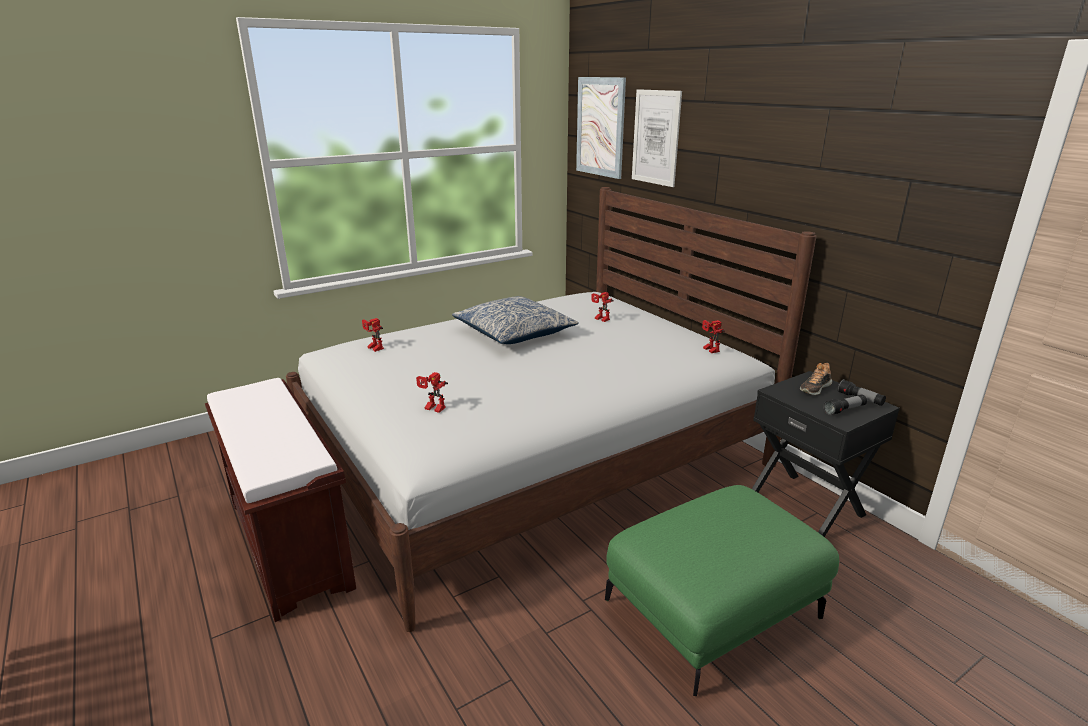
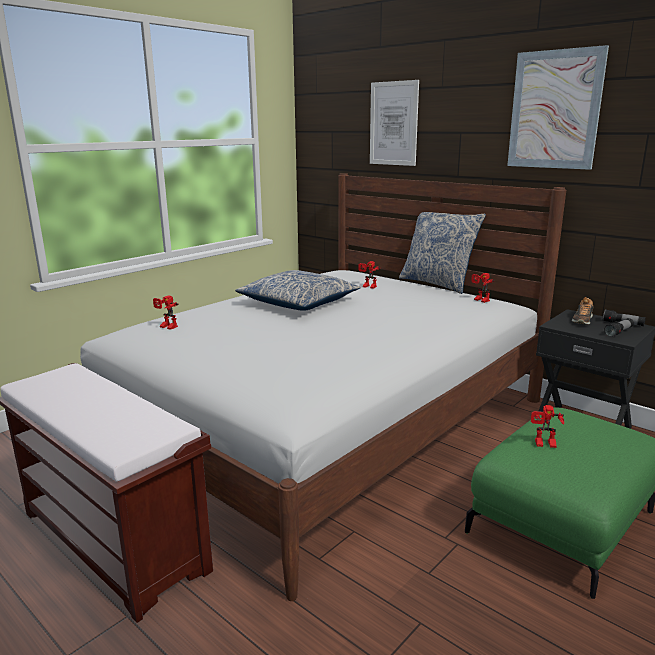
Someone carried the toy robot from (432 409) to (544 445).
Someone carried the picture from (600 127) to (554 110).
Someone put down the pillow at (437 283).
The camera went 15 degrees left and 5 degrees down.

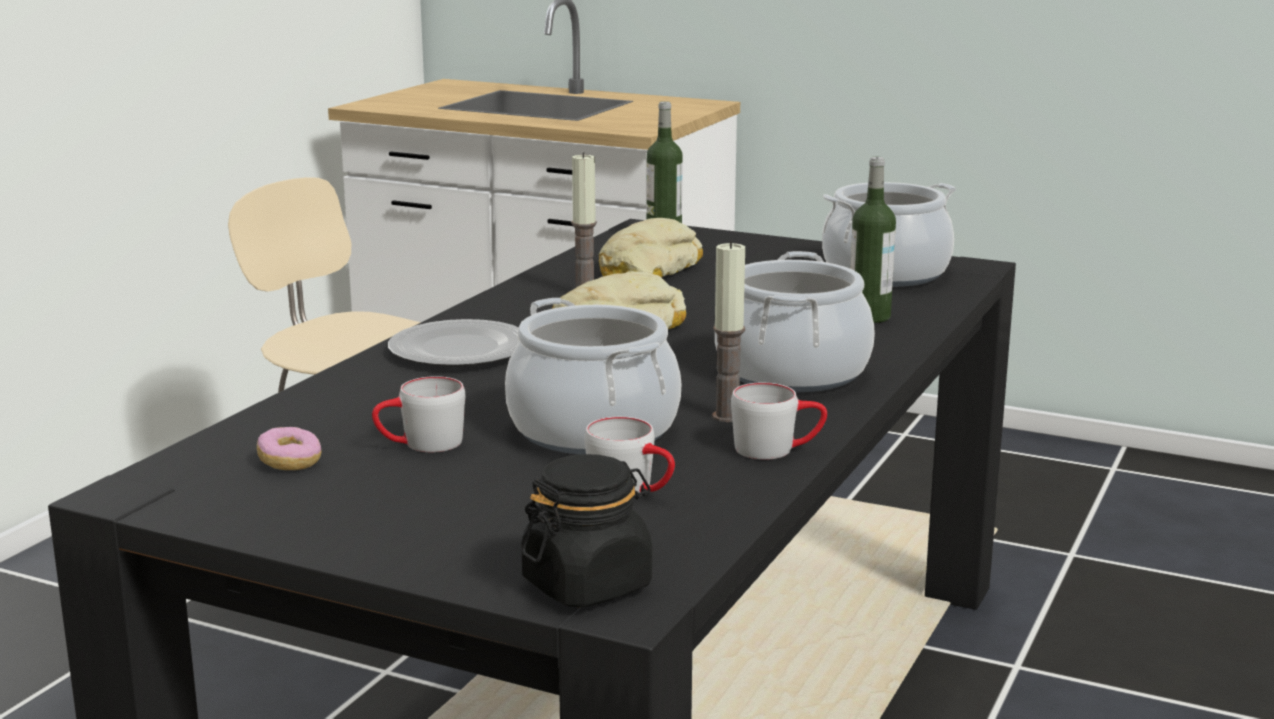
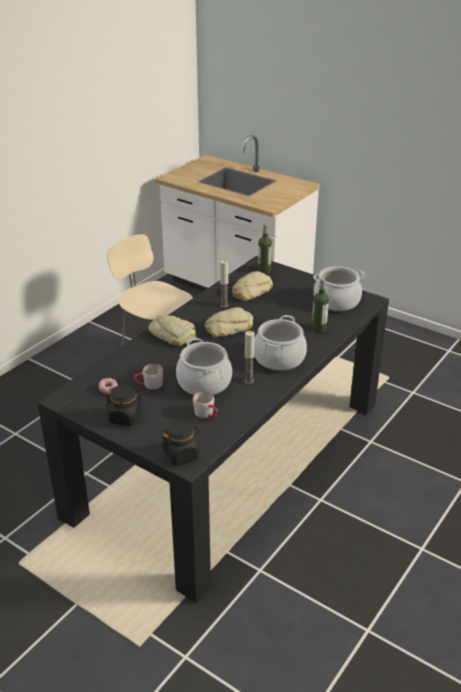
Someone swapped the plate at (460 349) for the bread at (173 335).
Someone took away the mug/grey at (777 449).
Someone put down the jar/black at (125 417).
The camera went 10 degrees right and 15 degrees up.

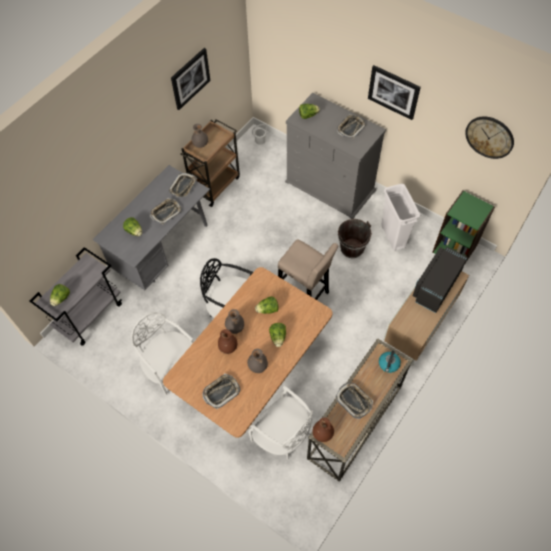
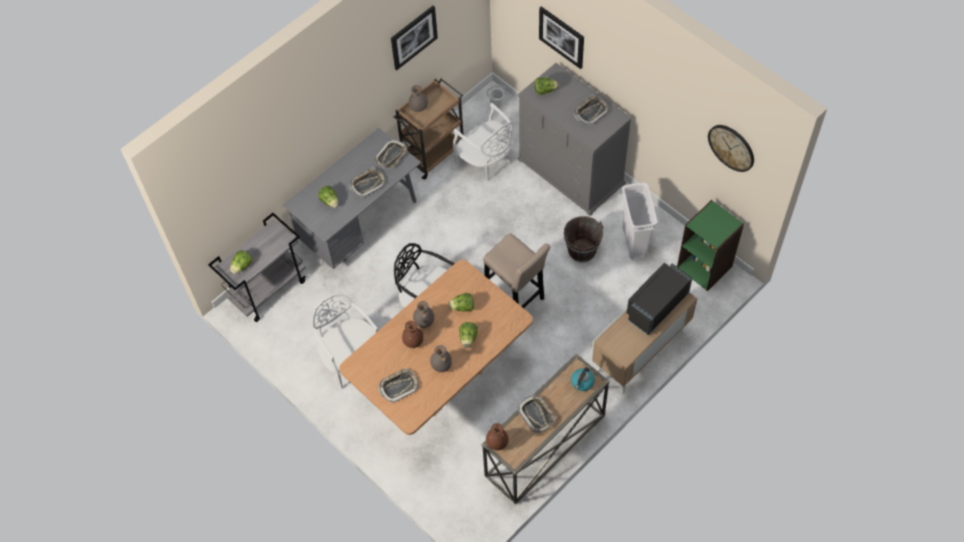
Someone carried the chair/white from (282 435) to (486 161).
Someone carried the picture from (393 92) to (562 37).
The camera went 10 degrees right and 0 degrees up.

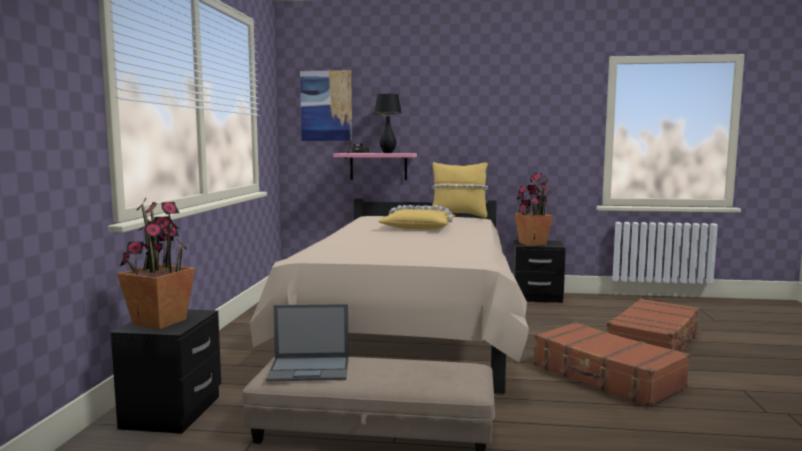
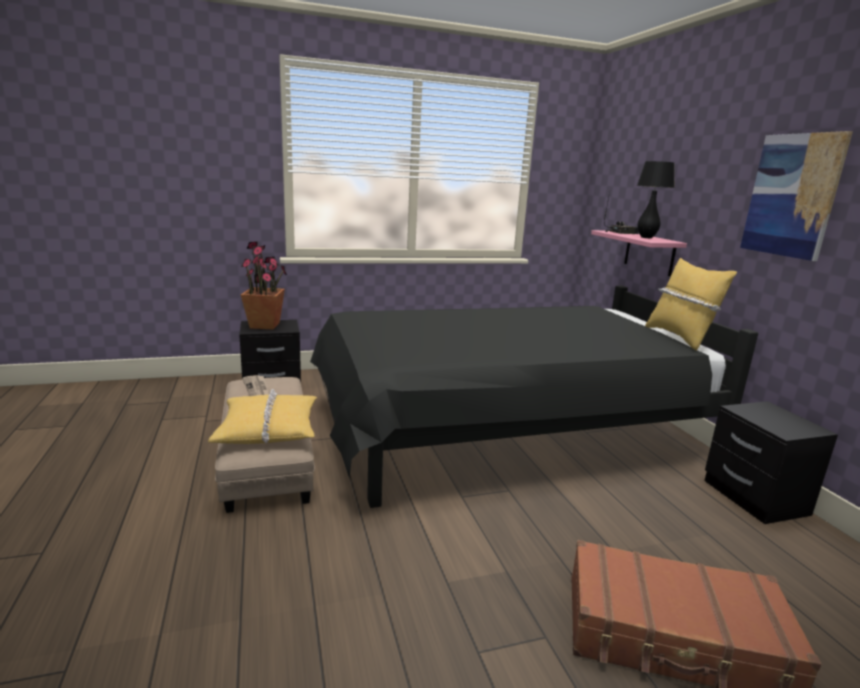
Someone repainted the bed/beige at (409 330), which became the bed/black at (504 431).
Someone swapped the laptop at (310 369) for the newspaper at (257 389).
Someone carried the picture from (326 106) to (792 195).
Someone carried the pillow/yellow from (419 227) to (268 428).
Someone took away the potted plant at (532 243).
Someone took away the suitcase/brown at (606 377).
The camera went 65 degrees right and 10 degrees up.

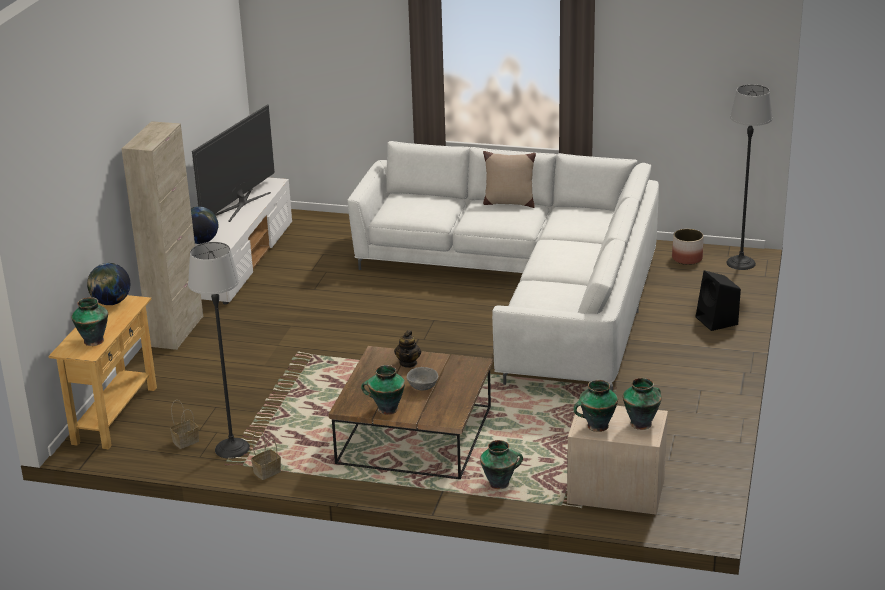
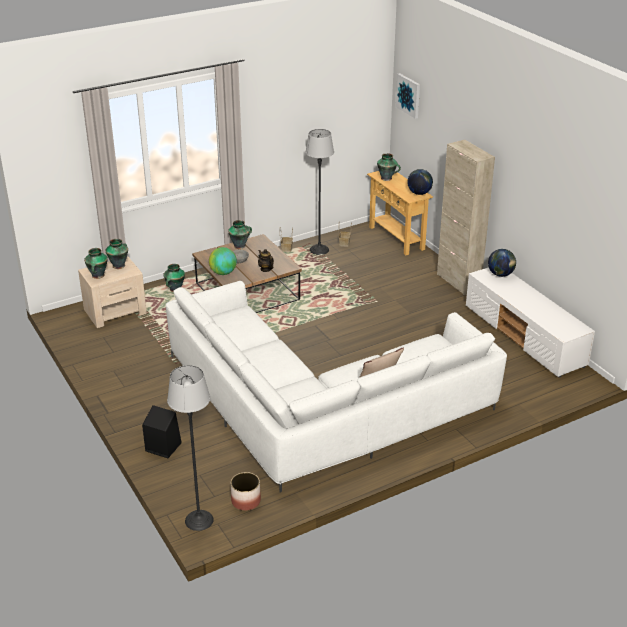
Someone took away the television at (240 204).
Someone put down the globe at (223 273).
Someone put up the picture at (408 95).
The camera went 135 degrees right and 5 degrees up.

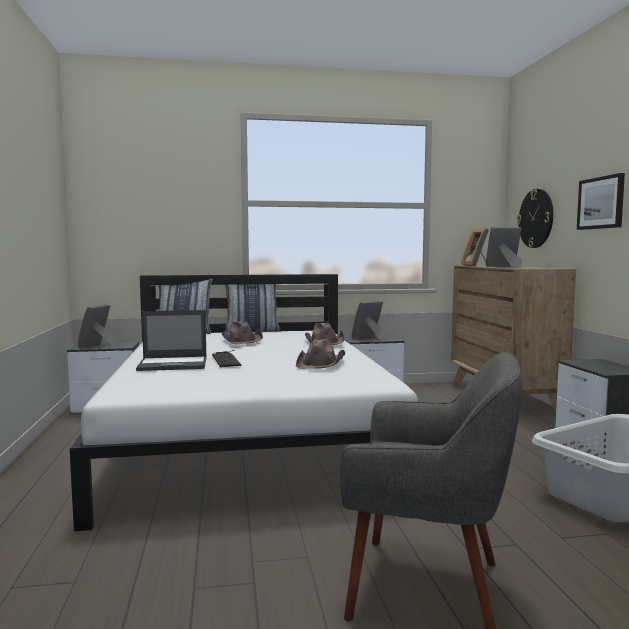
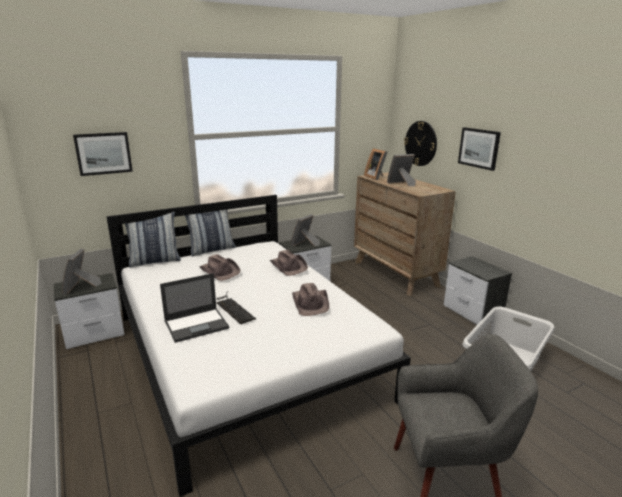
Someone put up the picture at (103 153).
The camera went 20 degrees left and 15 degrees up.

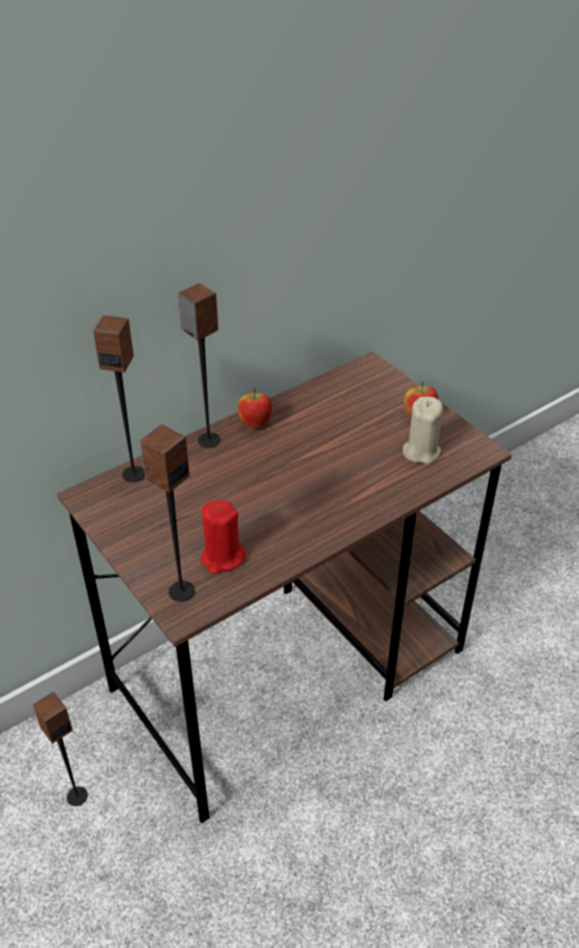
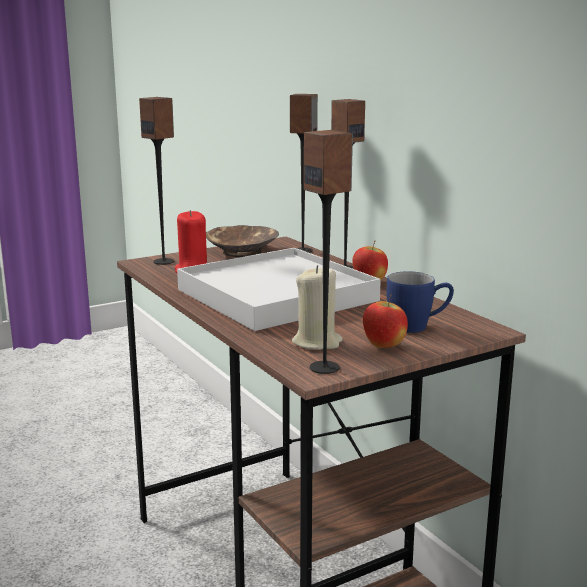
Someone carried the speaker from (77 796) to (325 367).
Someone put down the tray/white at (276 295).
Someone put down the bowl/brown at (242 251).
Someone put down the mug/blue at (418 326).
The camera went 95 degrees right and 25 degrees down.

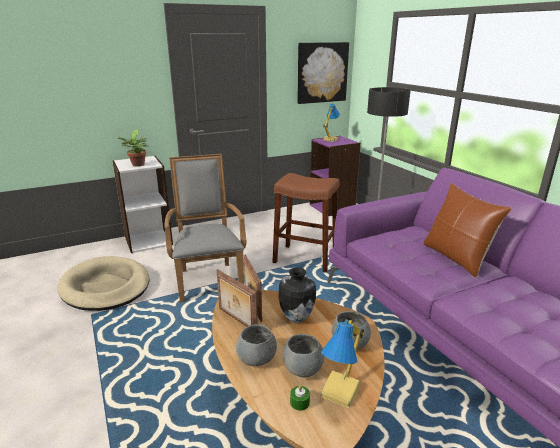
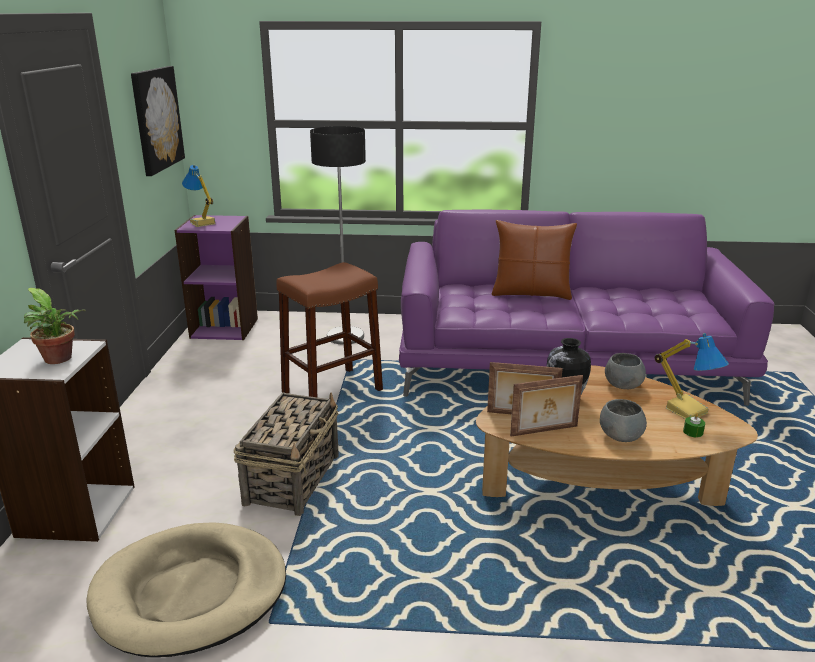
Someone swapped the armchair/grey at (208 279) for the basket at (293 478).
Someone took away the bowl/grey at (303 369).
The camera went 60 degrees left and 0 degrees up.

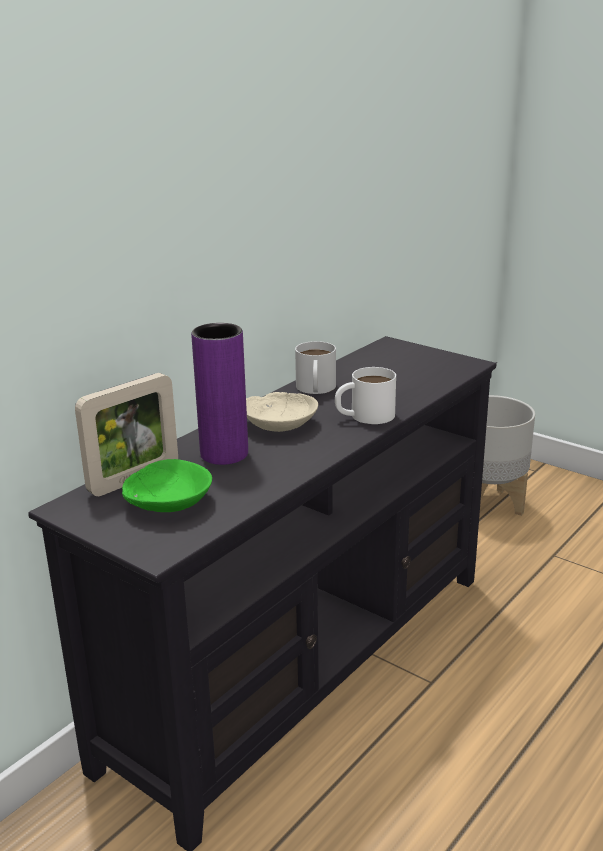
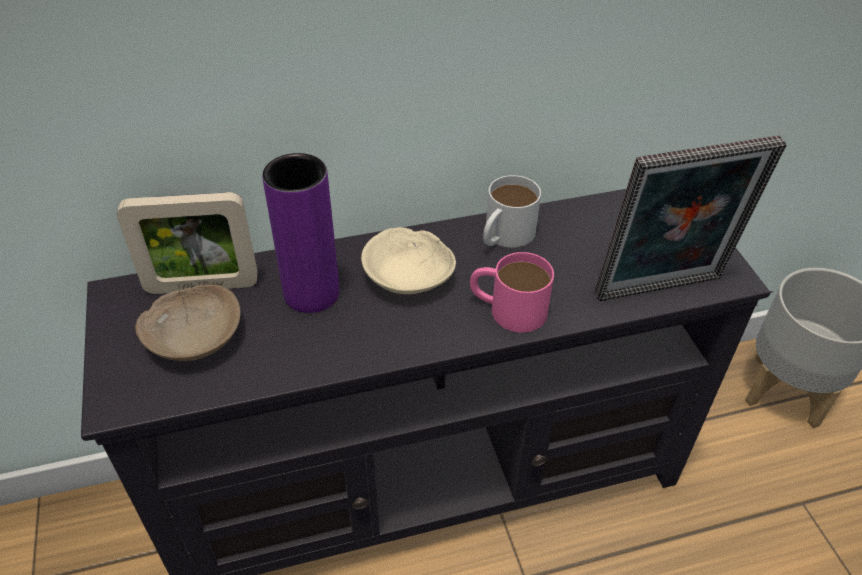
Someone repainted the bowl/green at (168 502), which became the bowl/beige at (193 337).
Someone repainted the mug/white at (364 416), which became the mug/pink at (507 308).
Someone put down the picture frame at (661 292).
The camera went 35 degrees right and 20 degrees up.

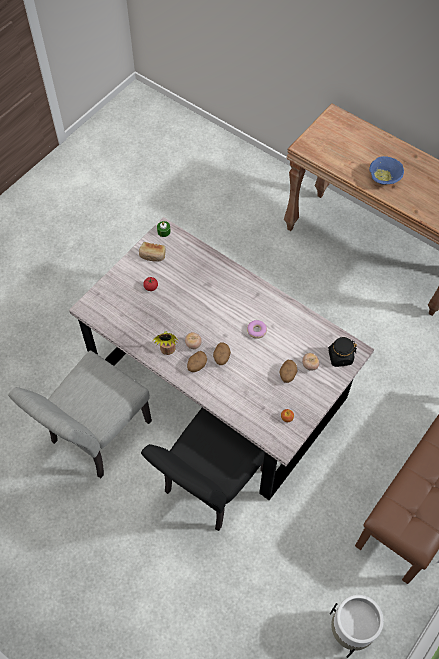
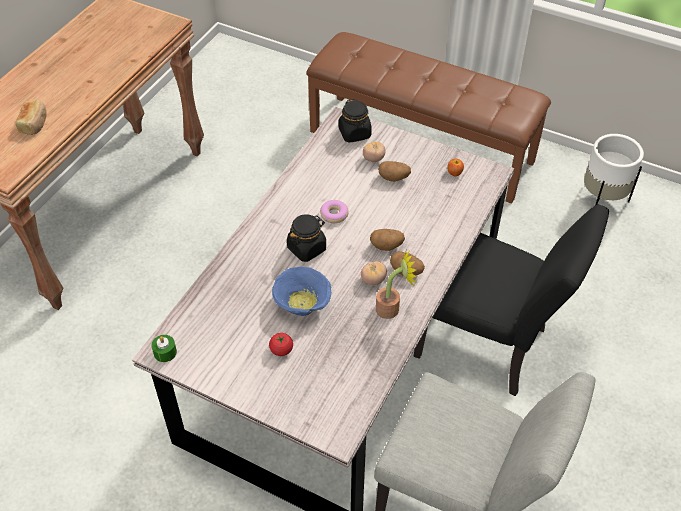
Someone carried the bread from (152 255) to (34 123).
Someone carried the bowl/blue from (384 179) to (303 303).
Someone put down the jar/black at (307 248).
The camera went 100 degrees left and 10 degrees down.

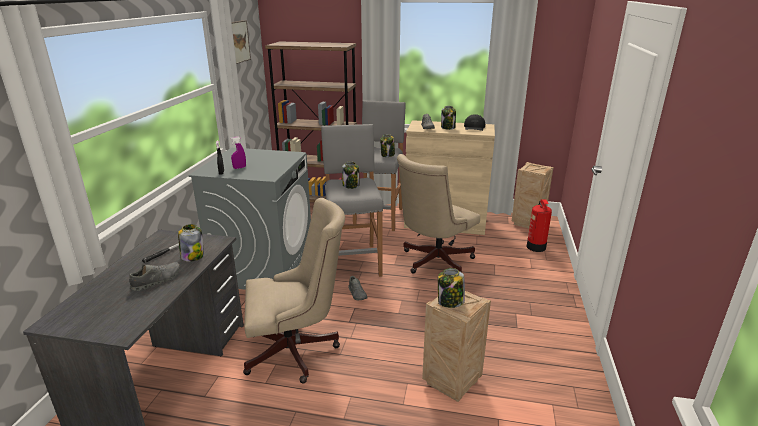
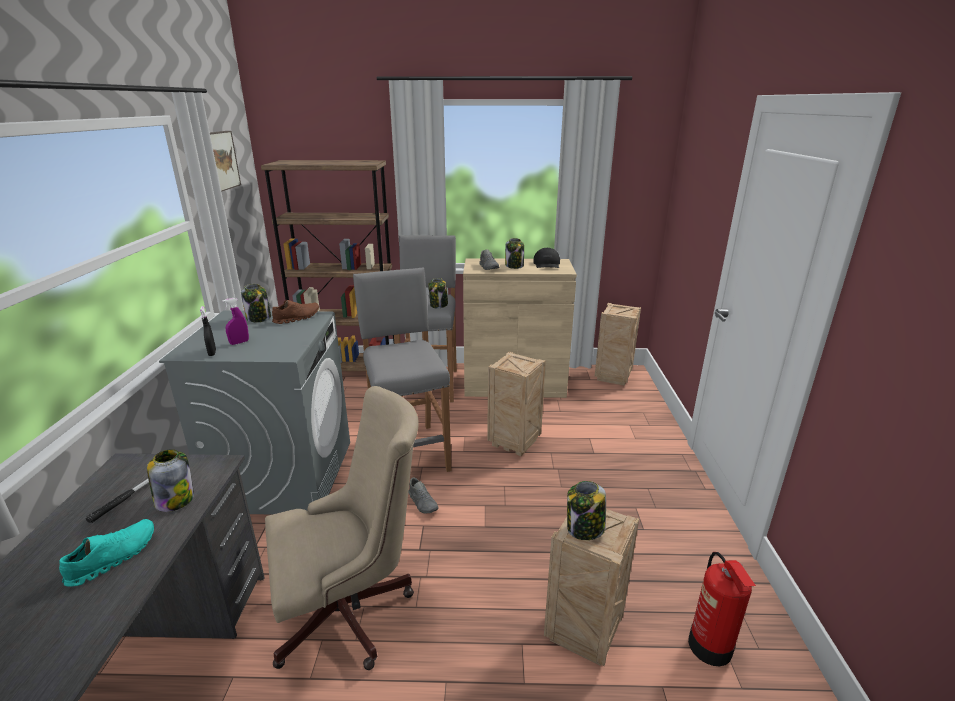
Someone repainted the shoe/grey at (157 281), which became the shoe/turquoise at (113 558).
Someone carried the jar from (351 185) to (259 318).
Someone swapped the office chair/beige at (433 262) for the crate at (513 442).
Someone carried the fire extinguisher from (536 247) to (710 647).
Someone put down the shoe/brown at (297 318).
The camera went 10 degrees left and 0 degrees up.

